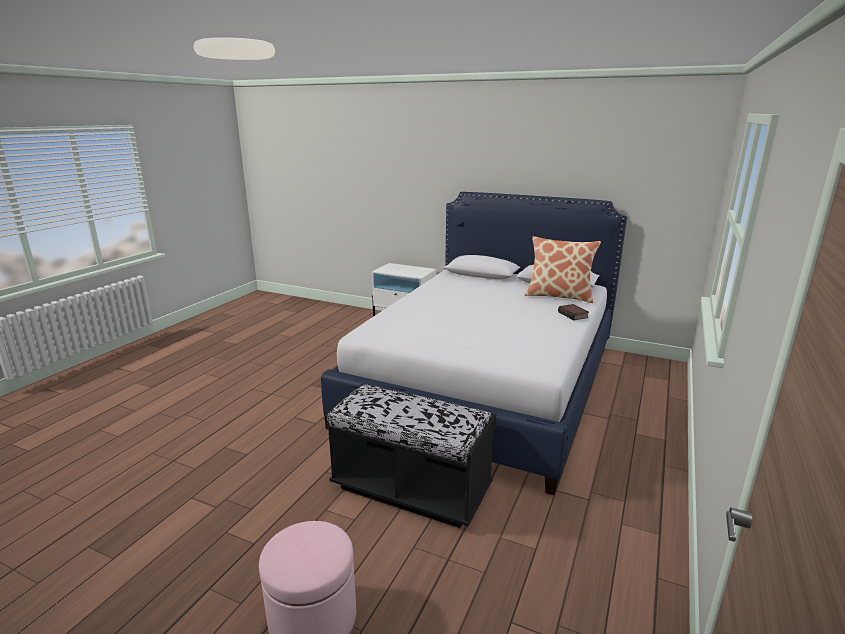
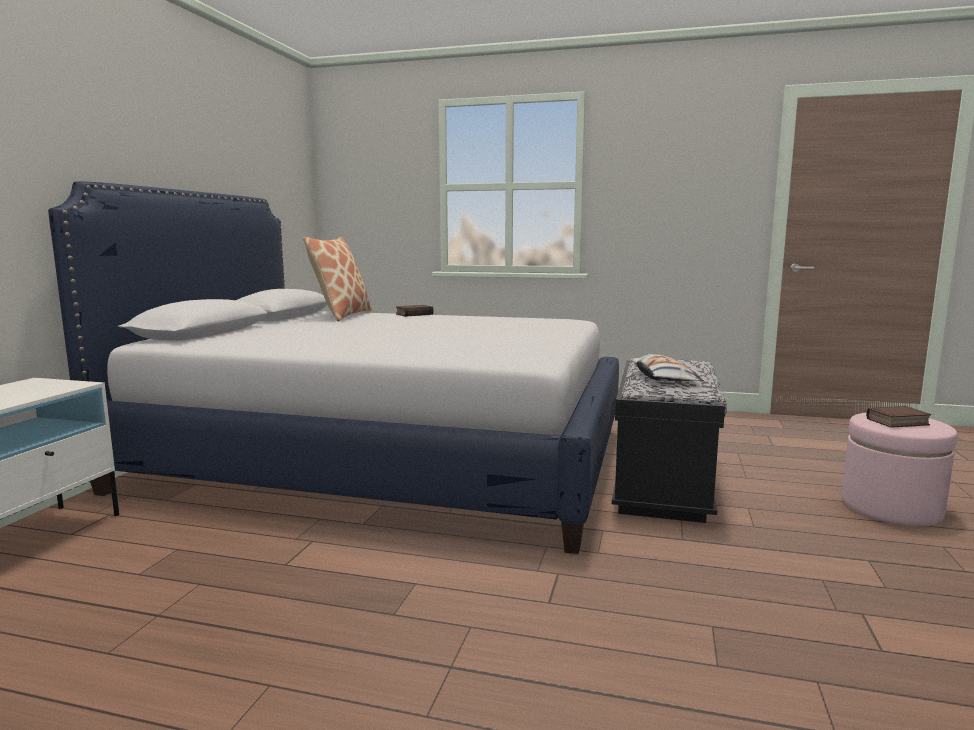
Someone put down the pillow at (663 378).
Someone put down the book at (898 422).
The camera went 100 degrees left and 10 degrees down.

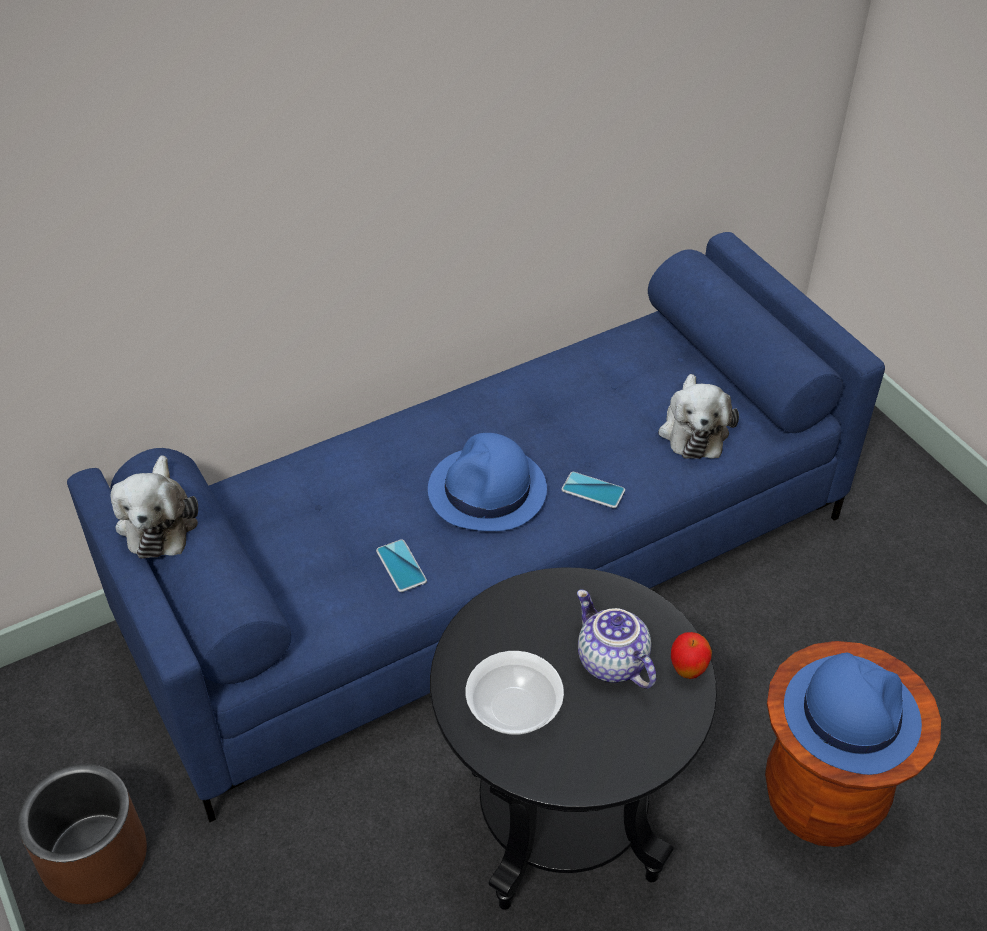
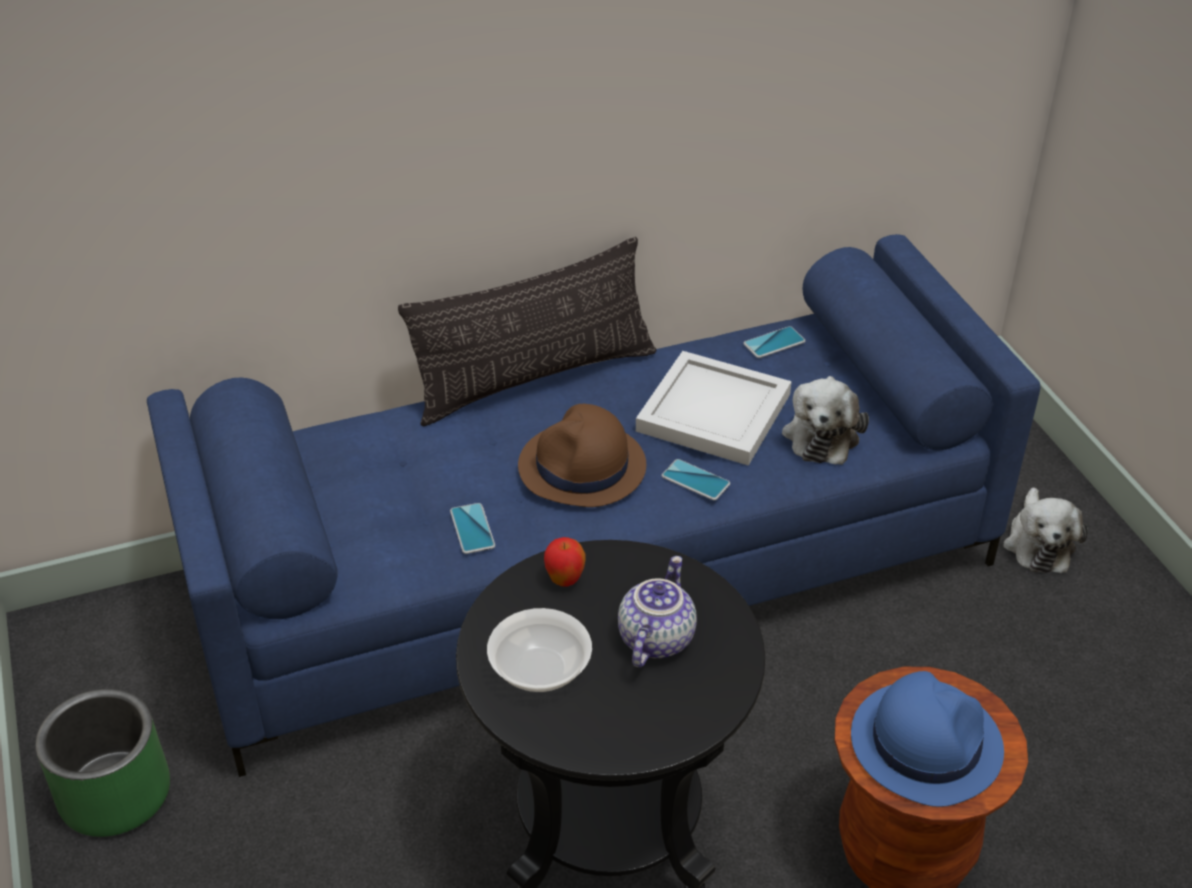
Someone repainted the planter/brown at (95 858), which became the planter/green at (115 794).
Someone carried the plush toy from (159 521) to (1038 543).
Someone repainted the hat/blue at (487 491), which became the hat/brown at (582 467).
Someone rotated the teapot at (610 662) by 45 degrees clockwise.
Someone carried the apple from (688 670) to (565 580).
Someone put down the pillow at (534 378).
Someone put down the tray/white at (716 412).
Someone put down the phone at (774 343).
The camera went 10 degrees right and 5 degrees down.

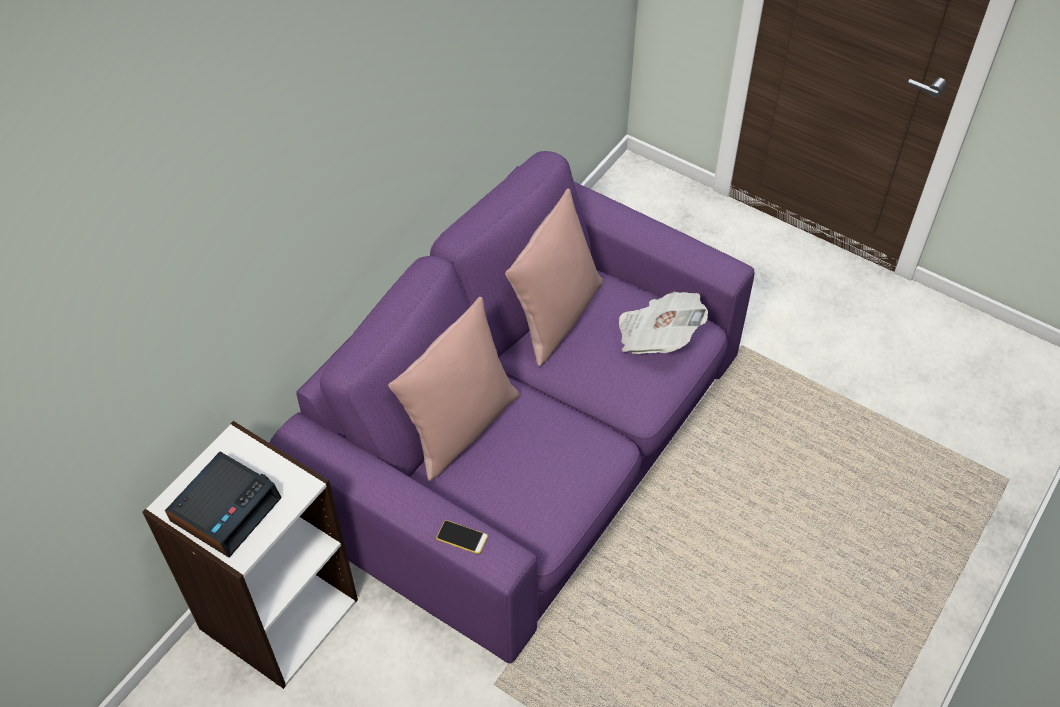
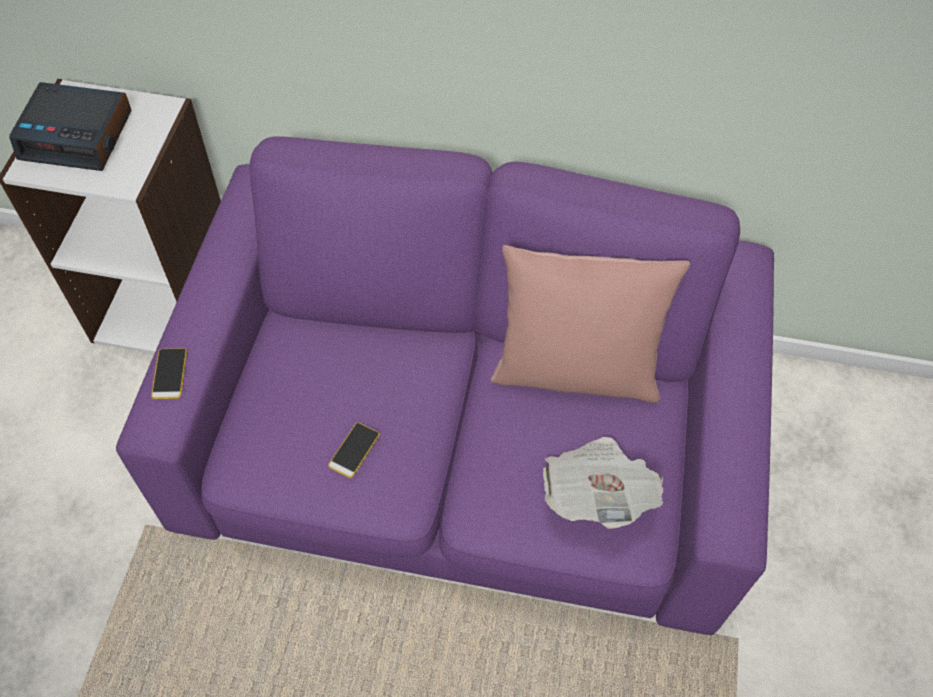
Someone took away the pillow/pink at (460 427).
Someone put down the phone at (354 450).
The camera went 65 degrees right and 5 degrees up.

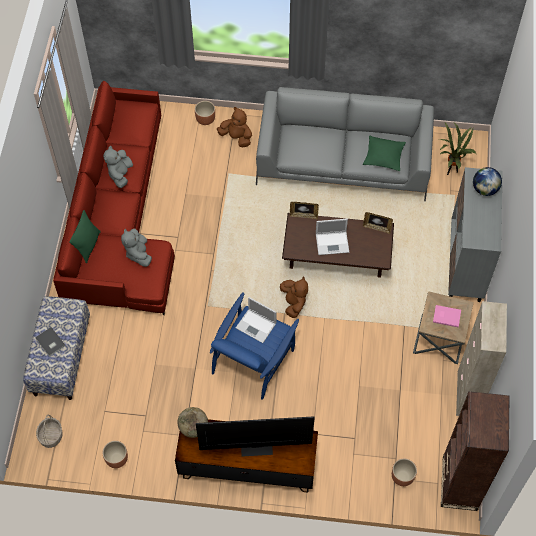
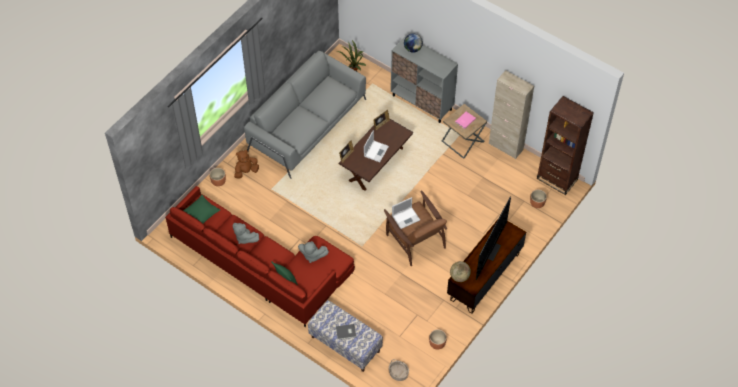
Someone repainted the armchair/blue at (253 359), which became the armchair/brown at (415 239).
Someone took away the plush toy/brown at (293 302).
Someone carried the pillow/green from (383 156) to (201 213).
The camera went 60 degrees left and 5 degrees down.

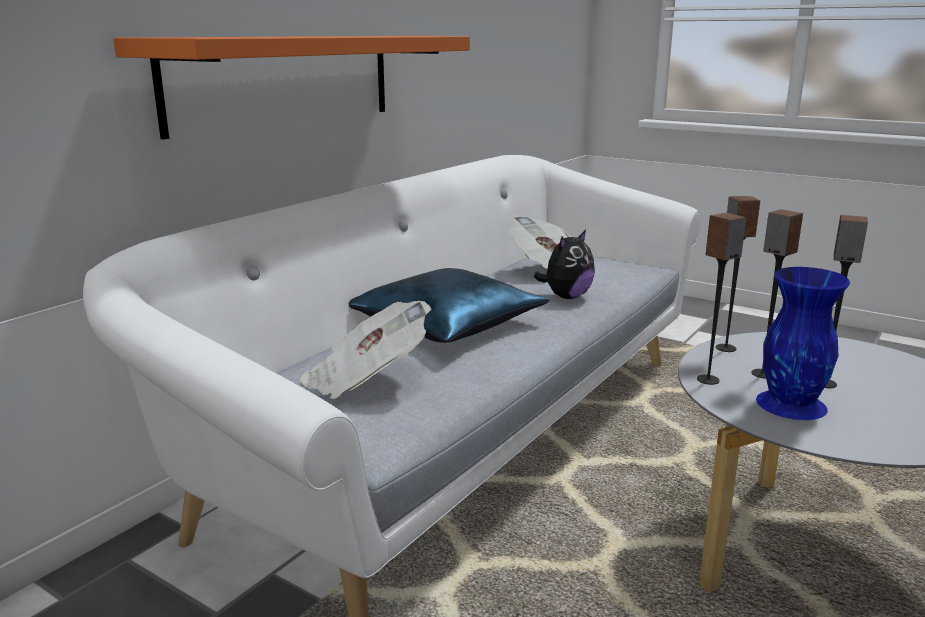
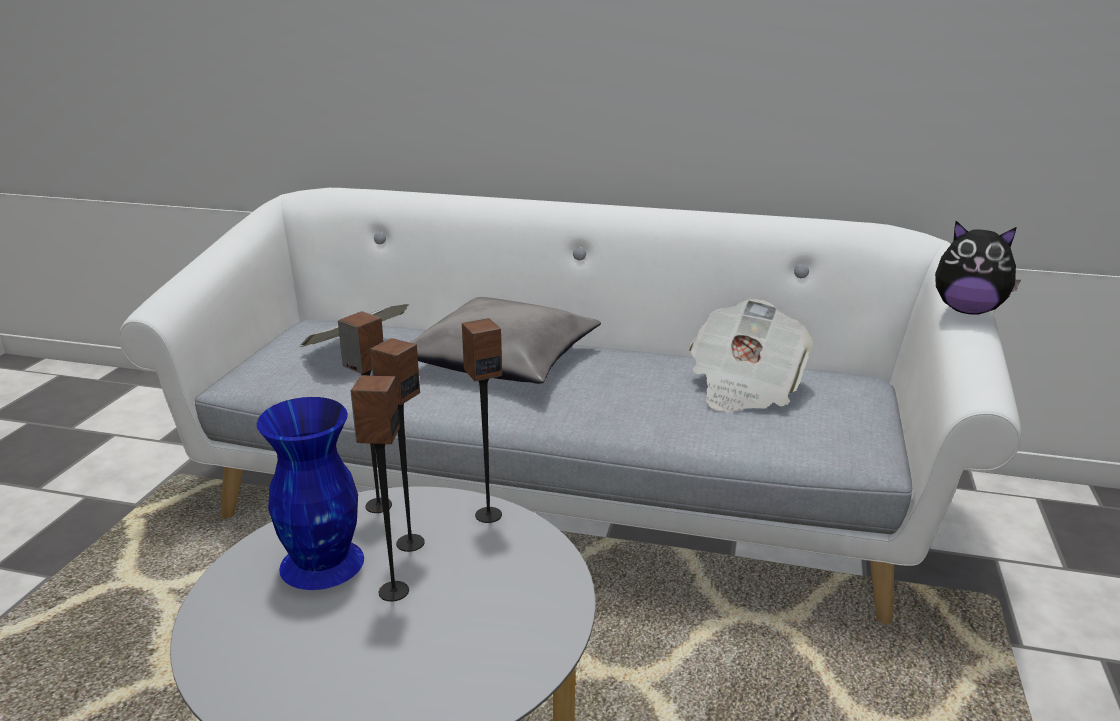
Someone took away the shelf/orange at (285 80).
Someone repainted the pillow/blue at (448 324), which became the pillow/grey at (503 360).
Someone carried the plush toy from (566 296) to (968 310).
The camera went 70 degrees right and 5 degrees up.

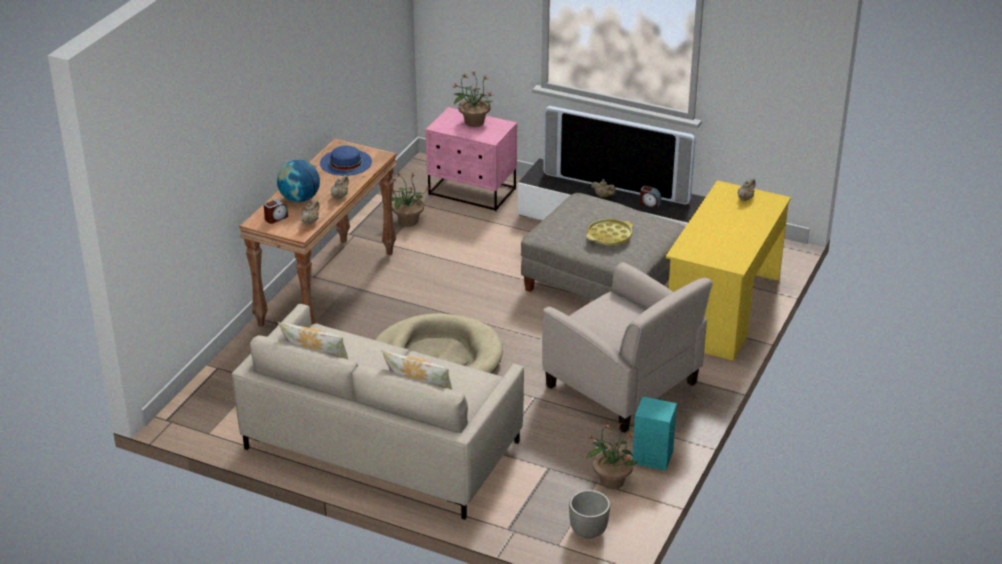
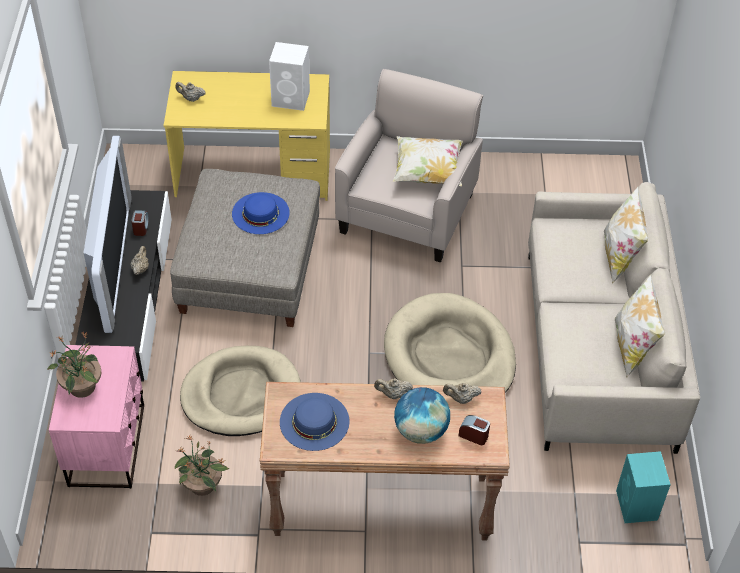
Someone took away the planter at (588 532).
Someone took away the potted plant at (611 480).
Someone swapped the tray/yellow at (609 236) for the hat/blue at (260 213).
Someone carried the speaker/turquoise from (651 457) to (637 506).
Someone put down the dog bed/beige at (241 394).
Someone put down the speaker/white at (291 99).
Someone put down the pillow at (427 172).
The camera went 115 degrees left and 15 degrees up.

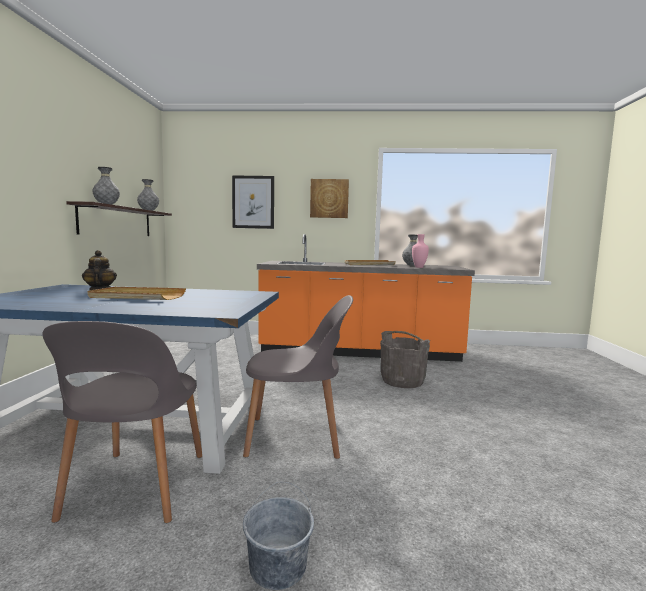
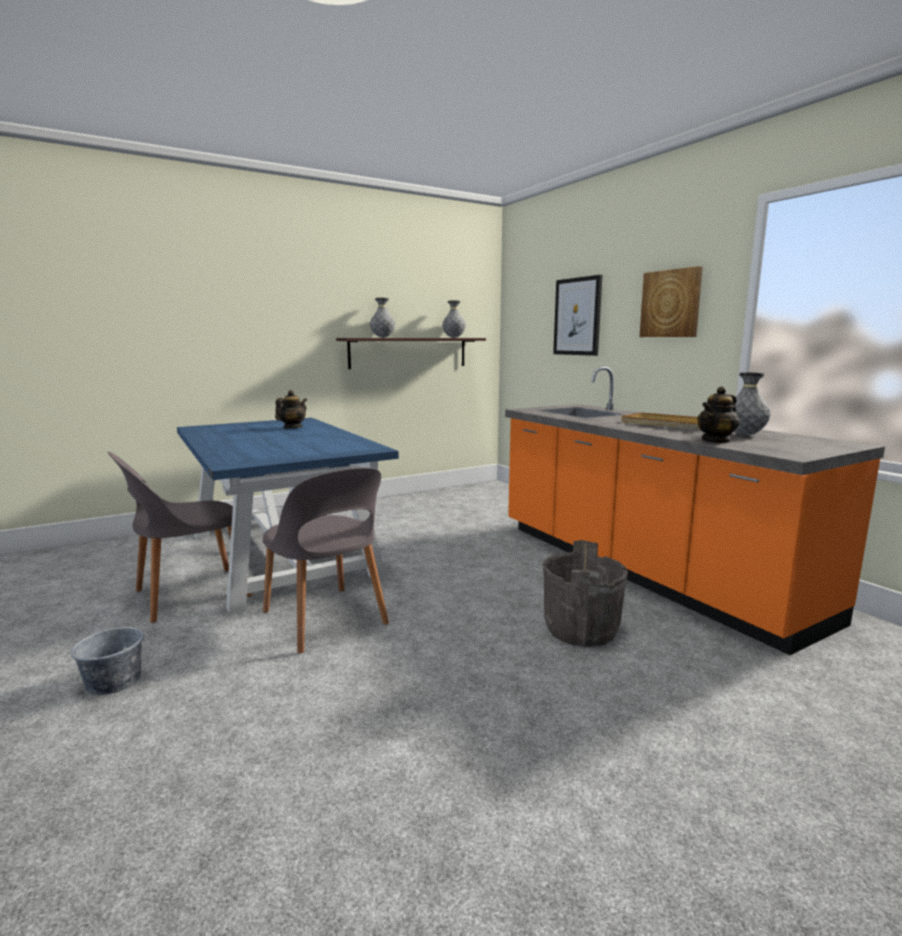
Someone took away the tray/beige at (137 297).
Someone swapped the vase/pink at (419 267) for the teapot at (716 441).
The camera went 55 degrees right and 5 degrees up.

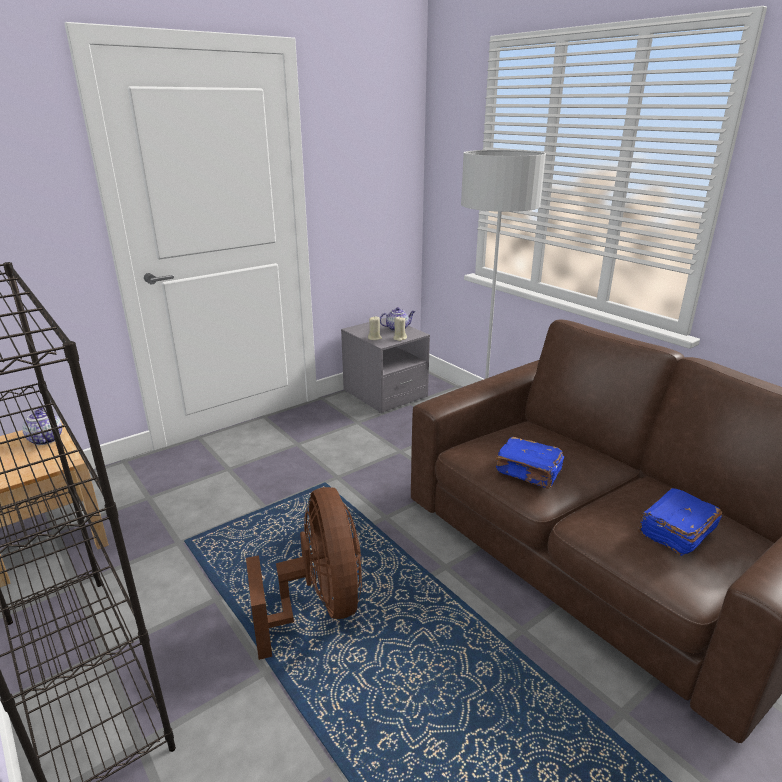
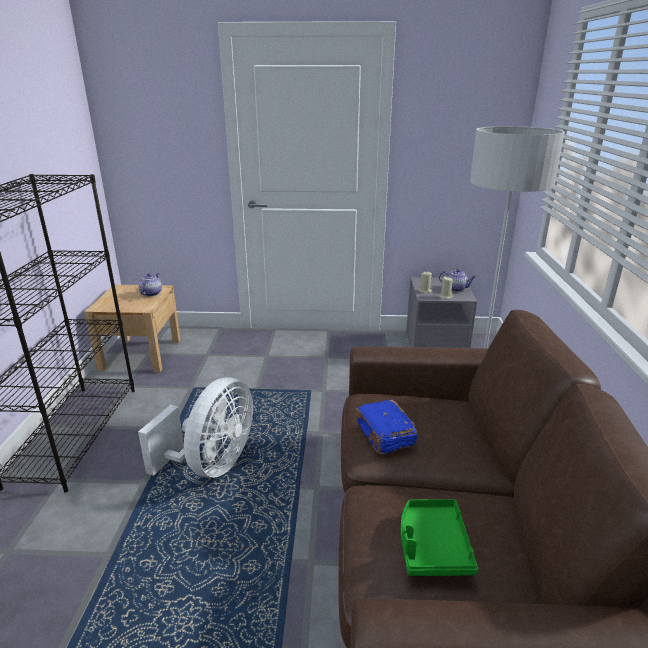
Someone repainted the fan/brown at (319 606), which became the fan/white at (212 464).
Someone swapped the book/blue at (675 532) for the tray/green at (432 545).
The camera went 40 degrees right and 0 degrees up.

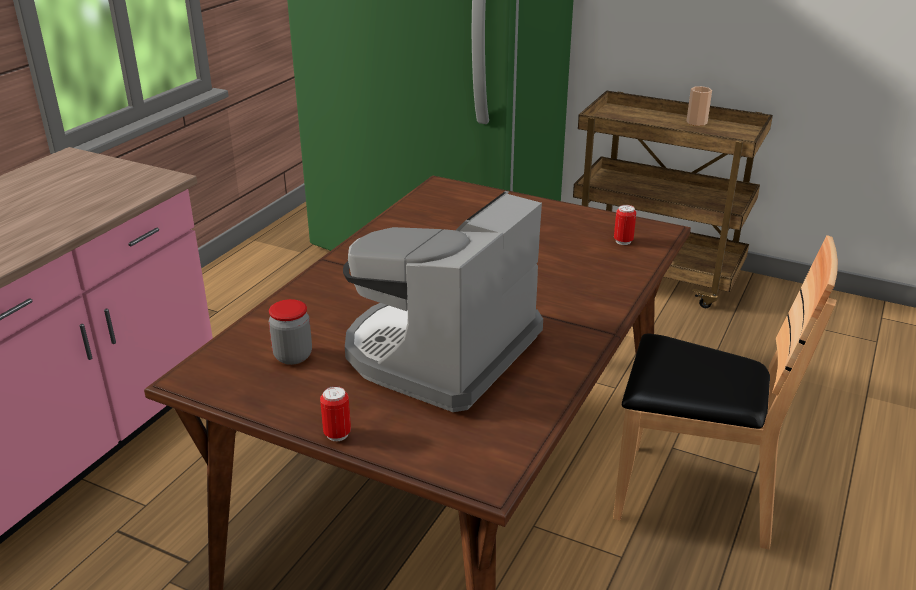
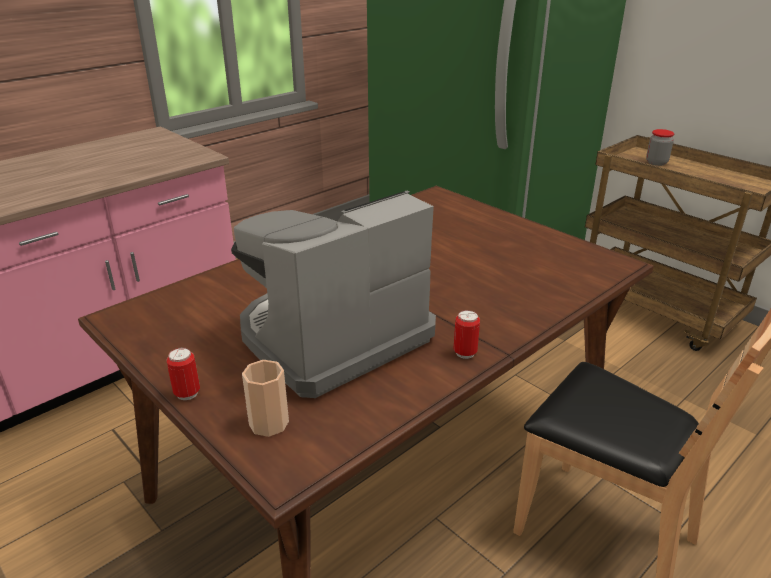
Someone carried the jar from (293 356) to (656 162).
Someone carried the can from (623 241) to (465 353).
Someone carried the cup from (696 122) to (269 423).
The camera went 20 degrees right and 0 degrees up.

